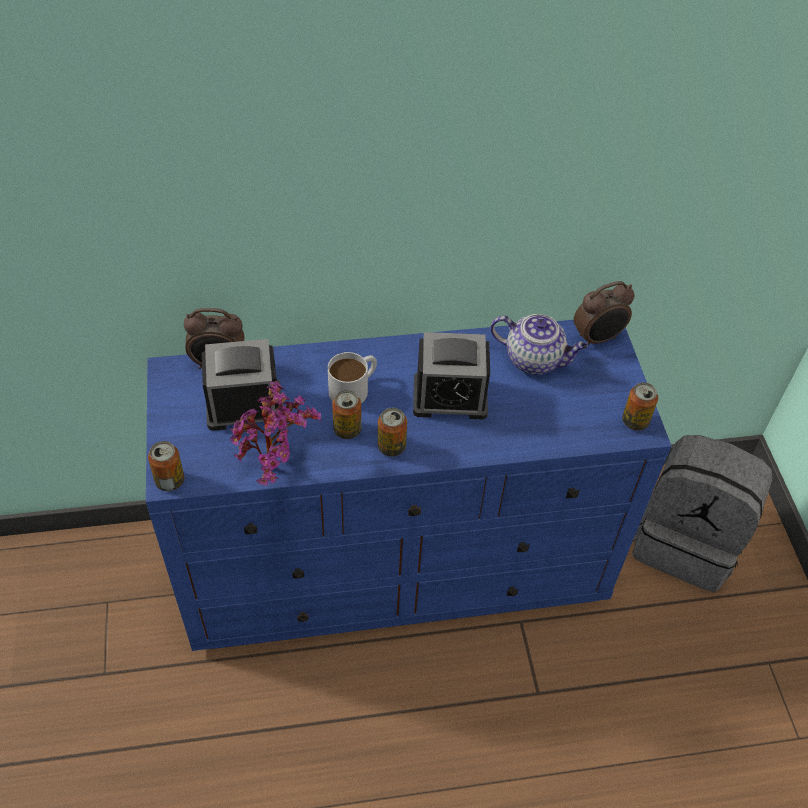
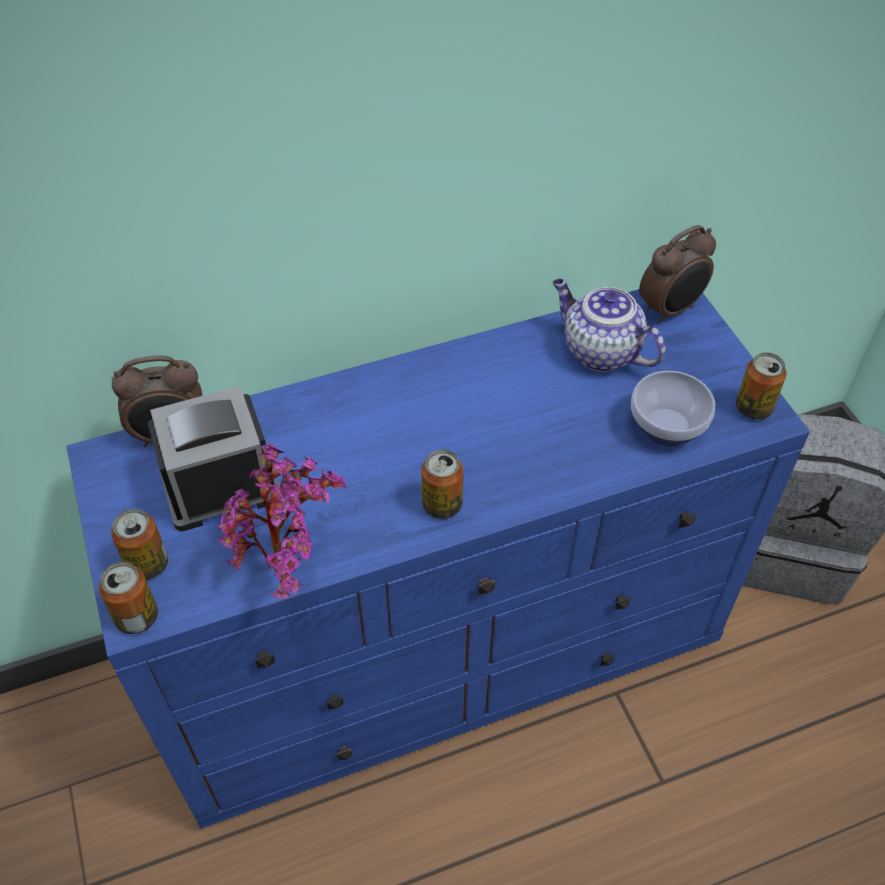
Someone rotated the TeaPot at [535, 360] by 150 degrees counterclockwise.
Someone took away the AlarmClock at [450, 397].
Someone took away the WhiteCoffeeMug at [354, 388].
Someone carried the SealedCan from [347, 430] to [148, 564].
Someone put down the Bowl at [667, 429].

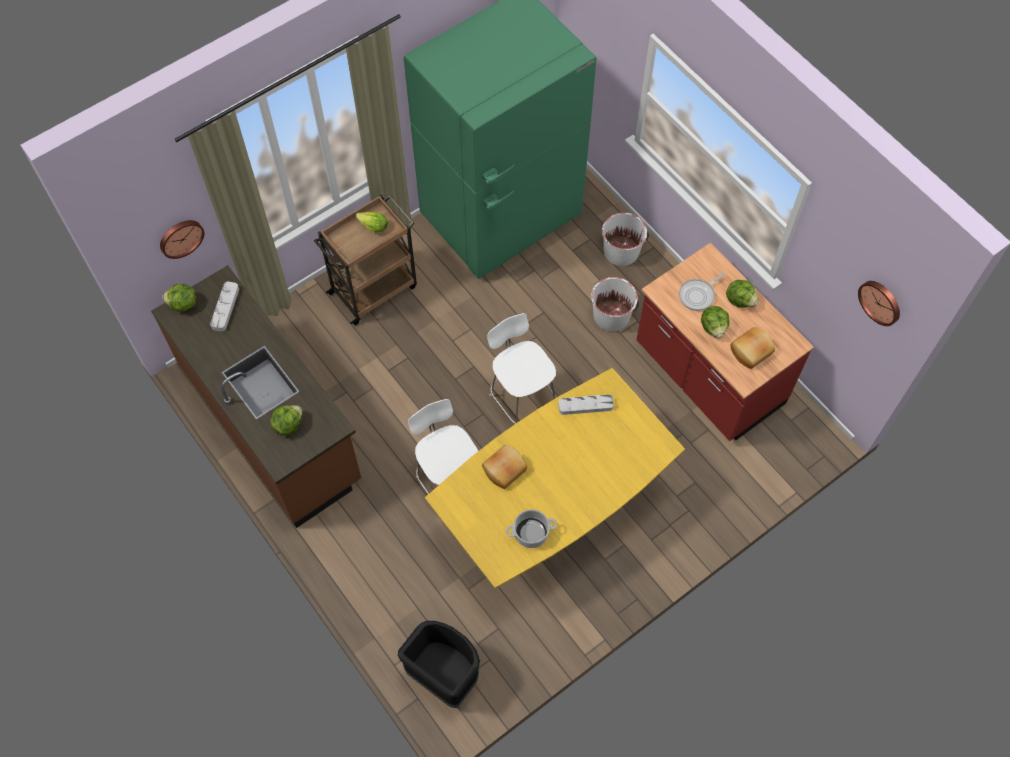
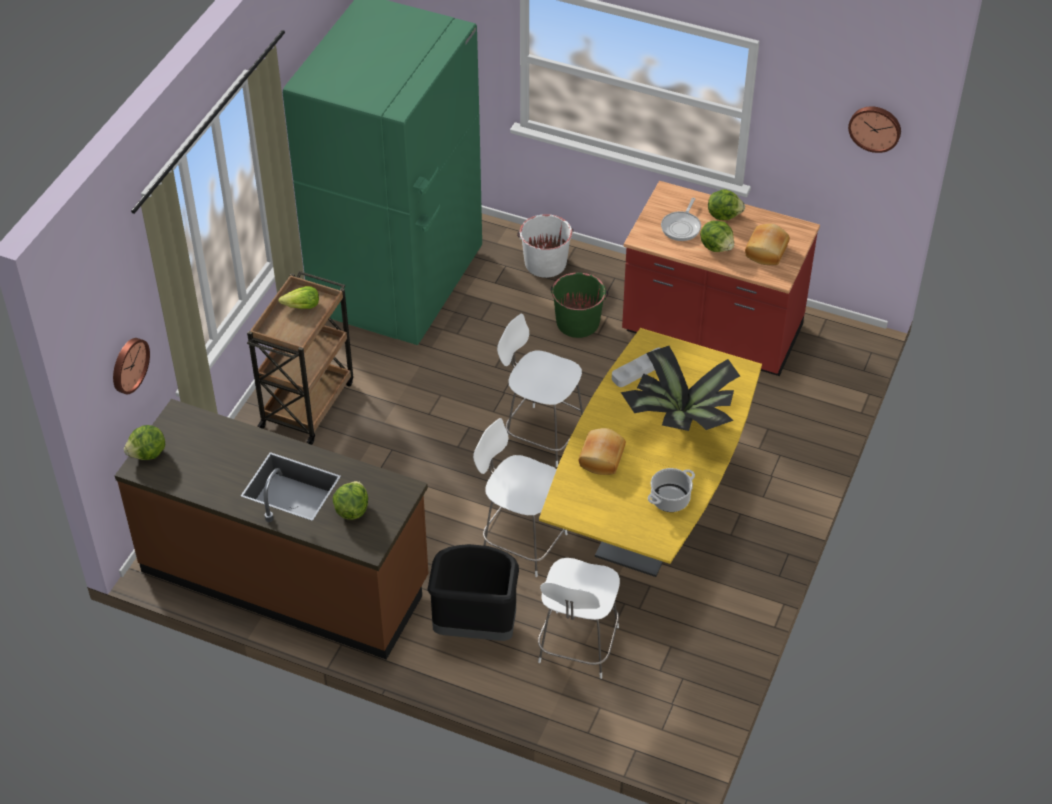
Someone repainted the WhiteWaterBucket at [611, 315], which became the GreenishWaterBucket at [577, 322].
Someone took away the GreyCarryingTray at [225, 308].
Someone carried the BlackColouredWasteBin from [443, 675] to [475, 627].
Someone put down the PottedPlant at [680, 422].
Someone put down the WhiteUprightChair at [577, 647].

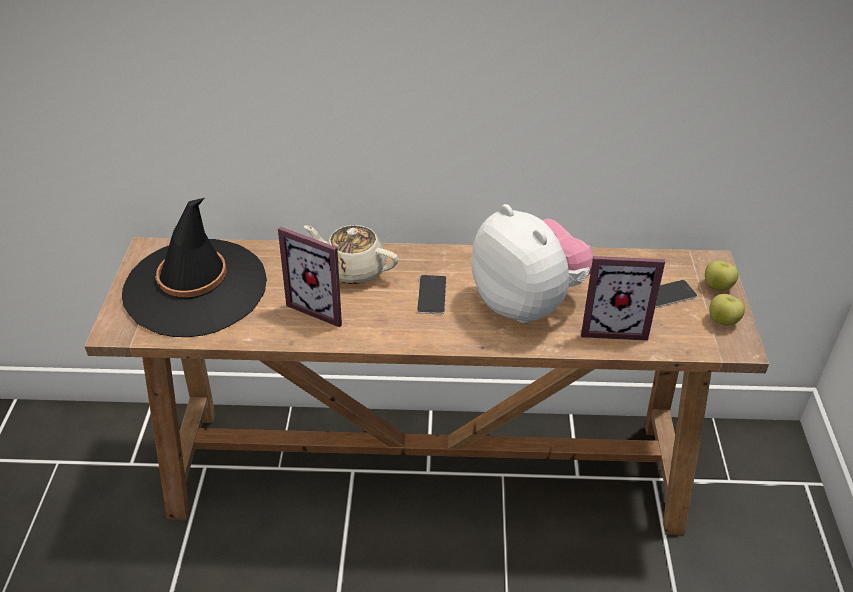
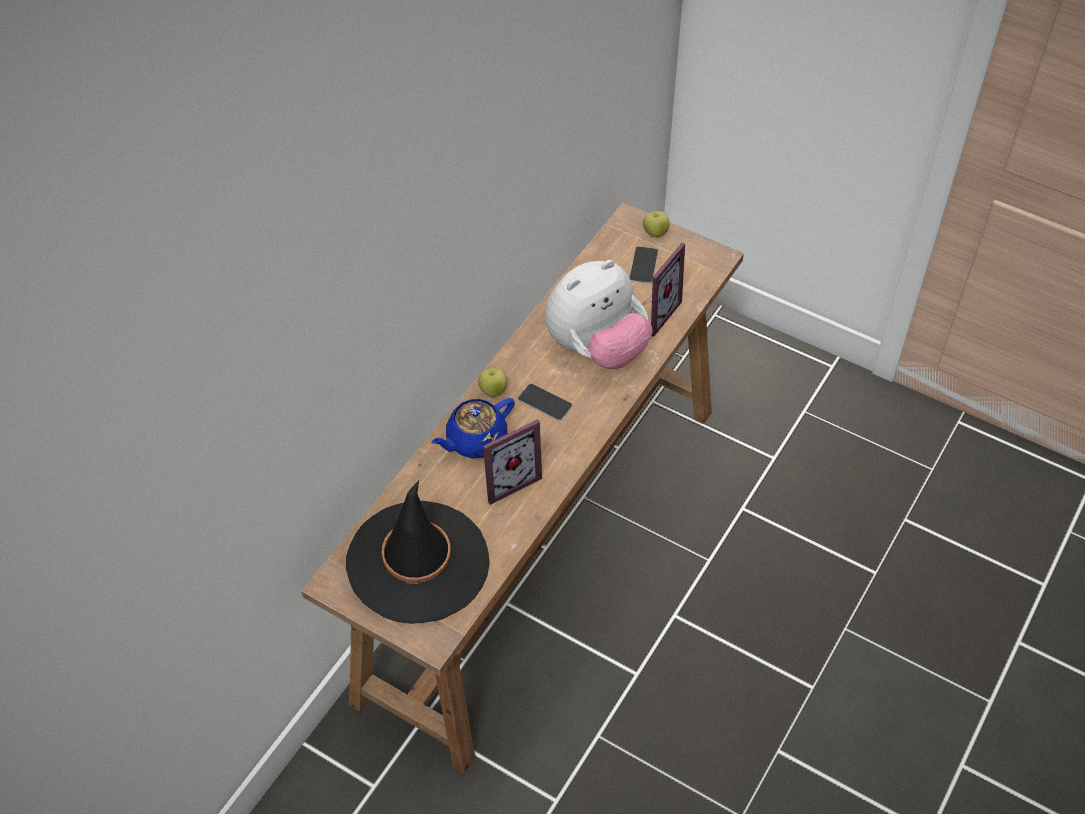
Someone rotated the SoftToy at [528, 303] by 150 degrees clockwise.
Someone repainted the BeigeColouredTeaPot at [353, 269], which became the BlueTeaPot at [475, 440].
Someone carried the WholeApple from [723, 321] to [493, 390].

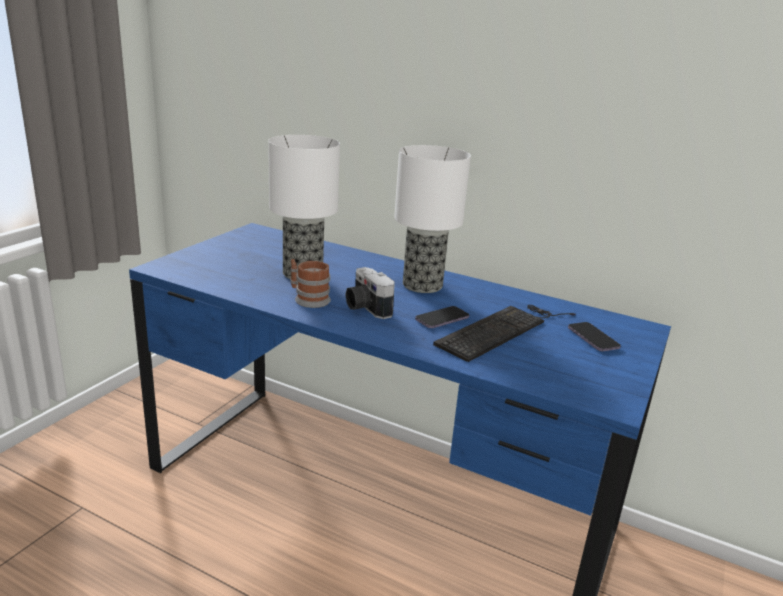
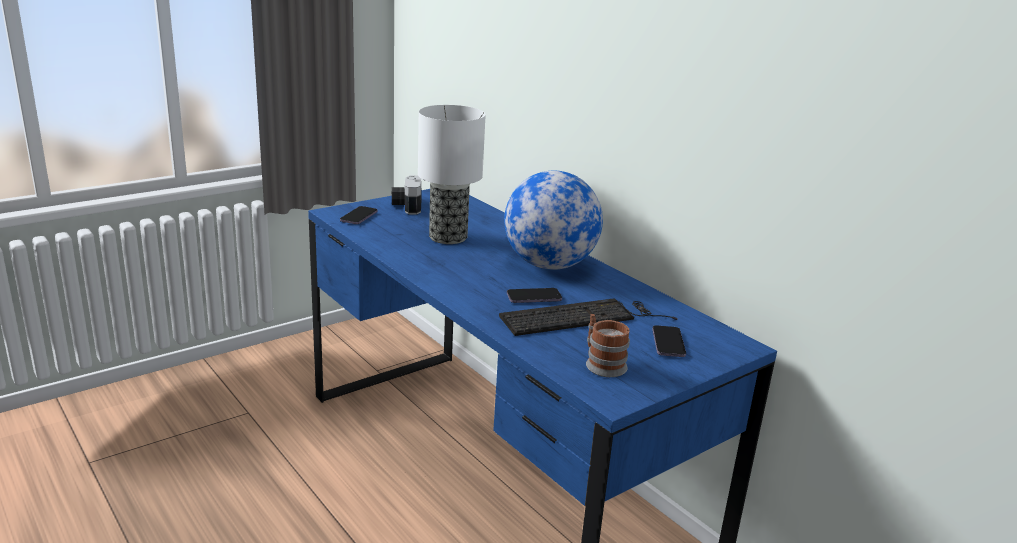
Someone swapped the TableLamp at [421, 285] for the DeskGlobe at [549, 265].
Someone carried the CoffeeMug from [308, 298] to [602, 363].
Someone carried the PhotoCamera from [365, 307] to [406, 206].
Someone put down the Handset at [359, 217].

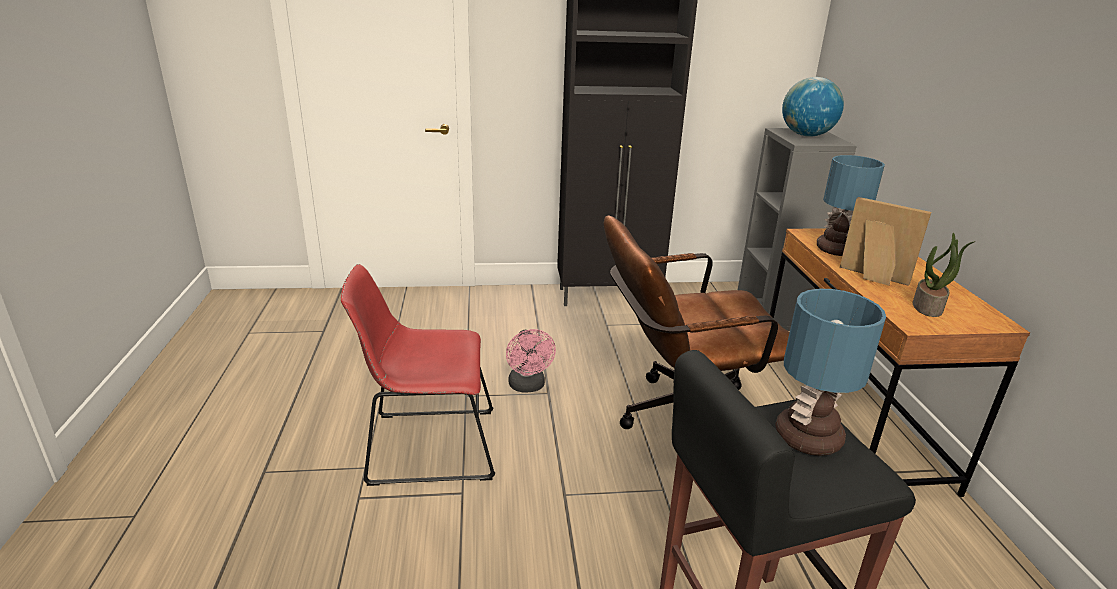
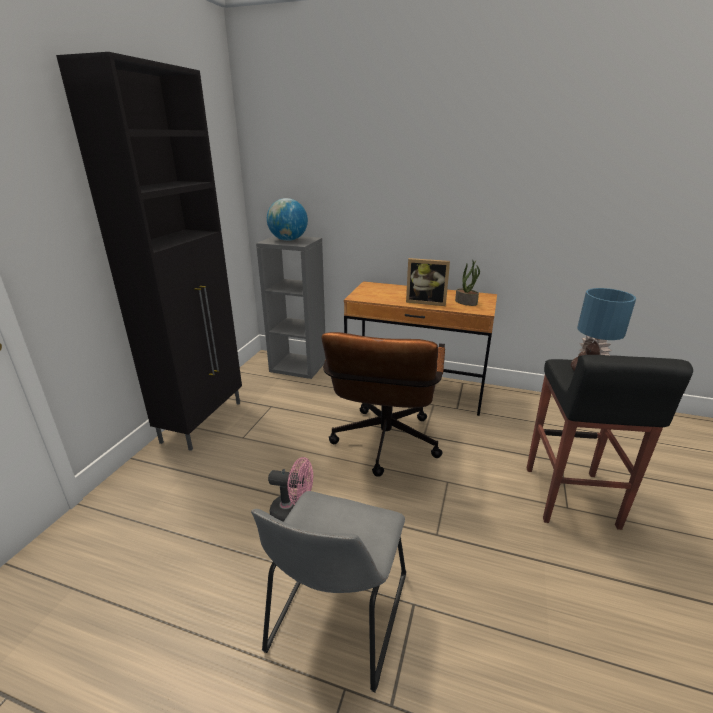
Someone took away the TableLamp at [838, 250].
Someone rotated the StandingFrame at [872, 277] by 135 degrees counterclockwise.
Someone repainted the RedColouredUprightChair at [426, 446], which became the GreyUprightChair at [336, 618].

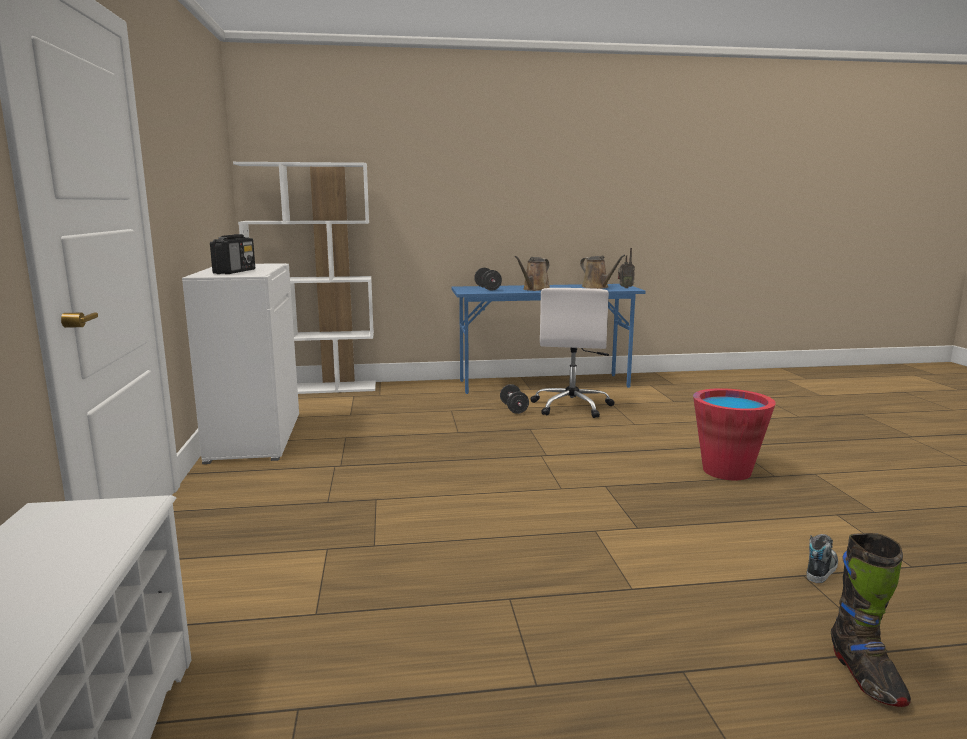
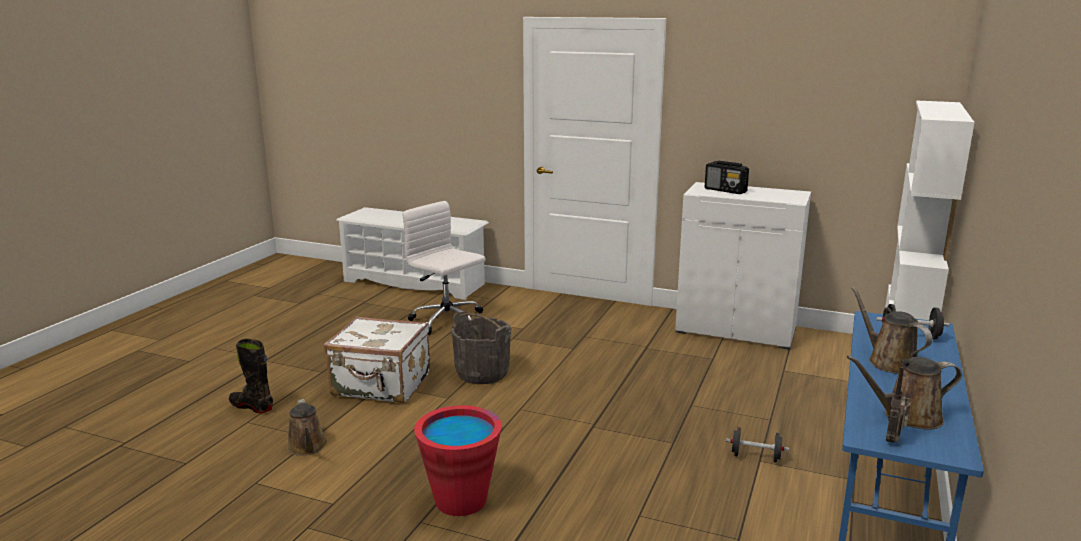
Someone carried the WhiteComputerChair from [572, 406] to [448, 321].
Someone swapped the ItemOfFootwear at [820, 569] for the BrownWateringPot at [307, 447].
Someone put down the GreyWaterBucket at [482, 373].
Someone put down the WhitePieceOfLuggage at [381, 386].

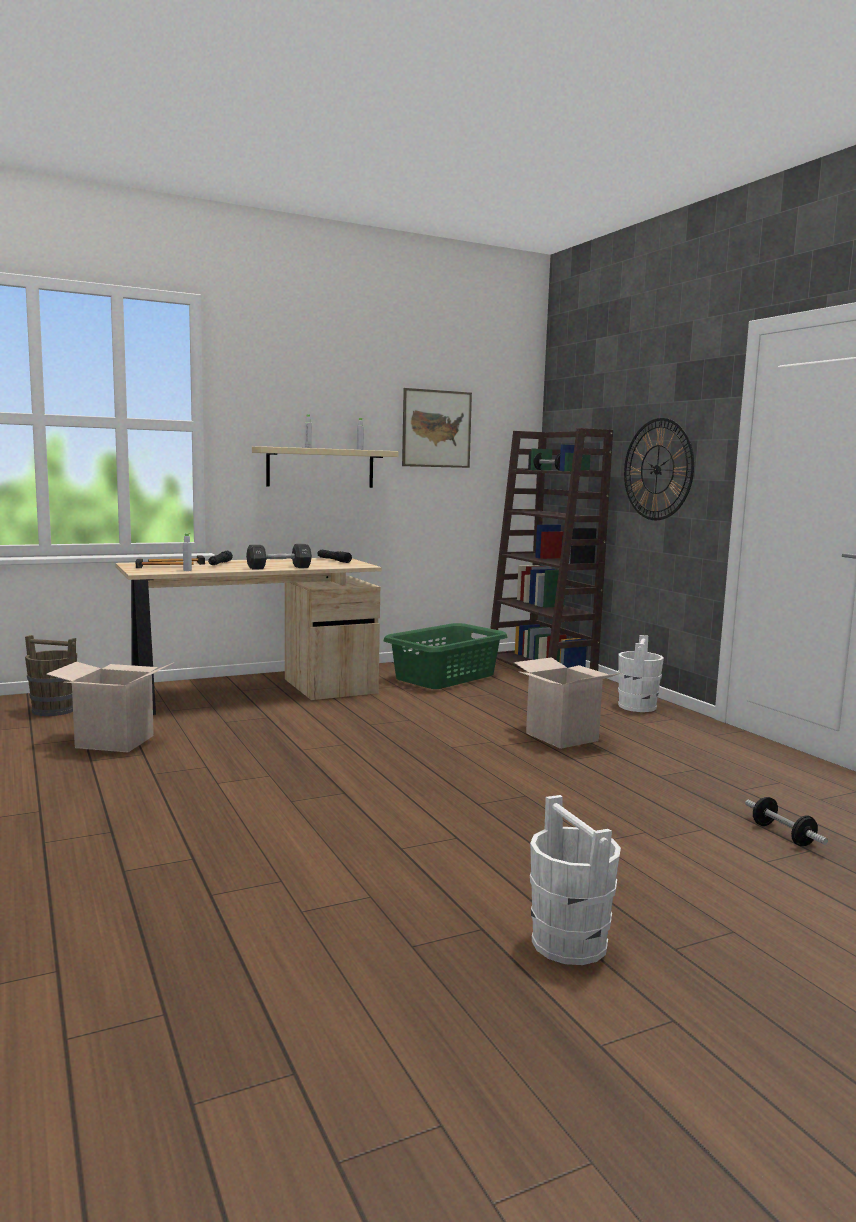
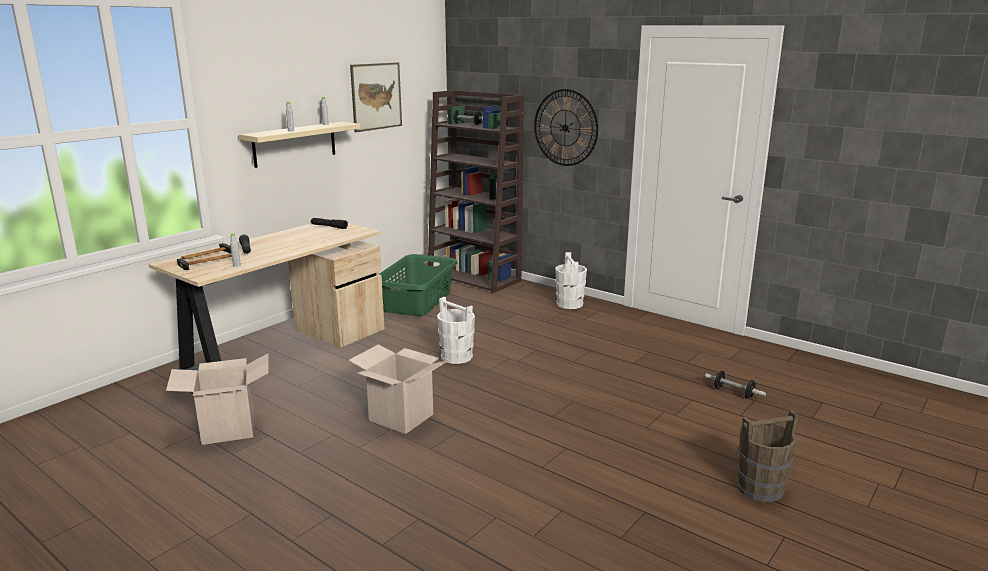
Someone took away the BlackColouredFreeWeight at [279, 567].
Someone carried the BrownWaterBucket from [54, 710] to [760, 488].
Someone carried the PackingBox from [562, 737] to [401, 417].
Someone carried the WhiteWaterBucket from [569, 944] to [456, 357].

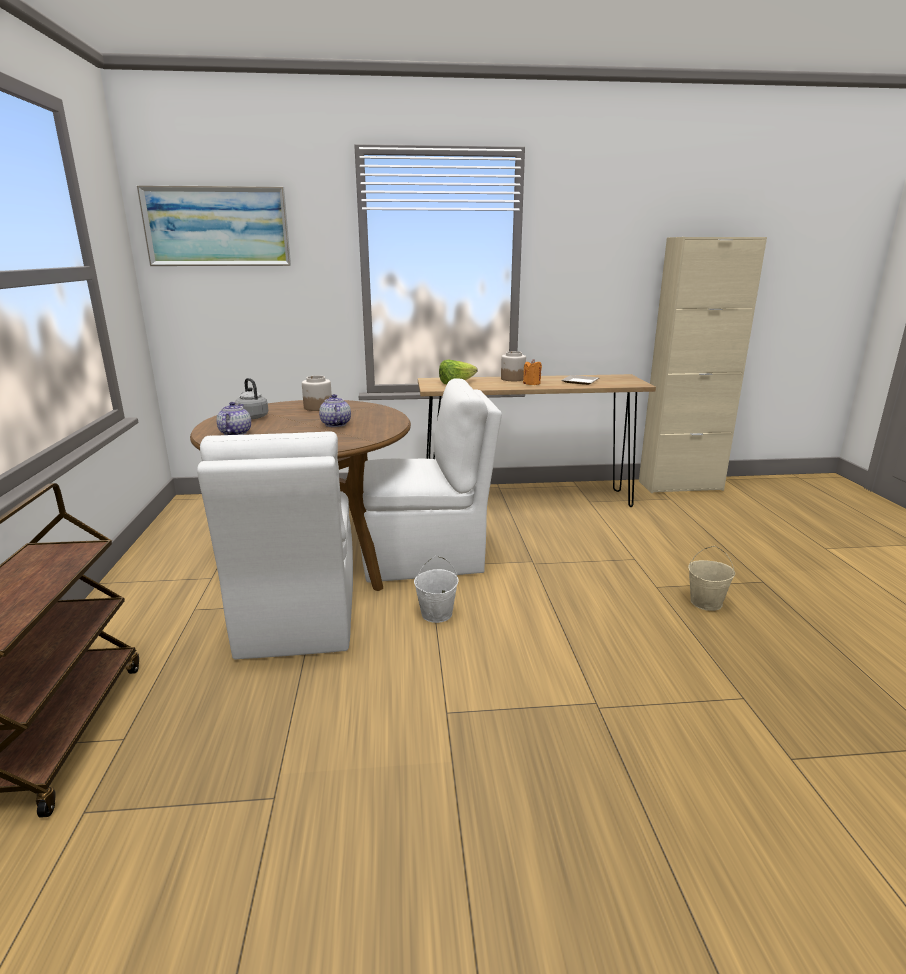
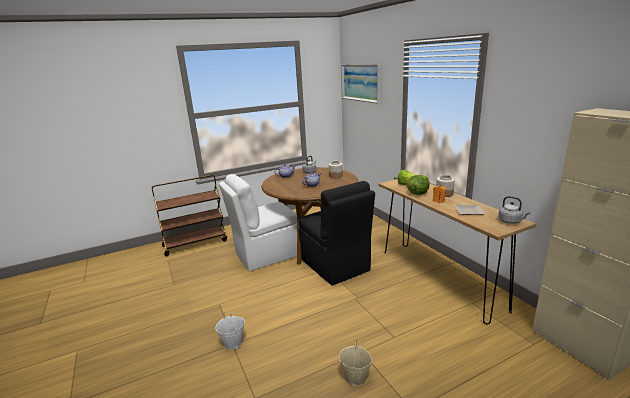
Someone repainted the WhiteUprightChair at [425, 557], which became the BlackColouredUprightChair at [335, 266].
Someone carried the WhiteWaterBucket from [436, 614] to [233, 342].
Someone put down the HeadOfLettuce at [418, 193].
Someone put down the GreyKettle at [511, 221].

